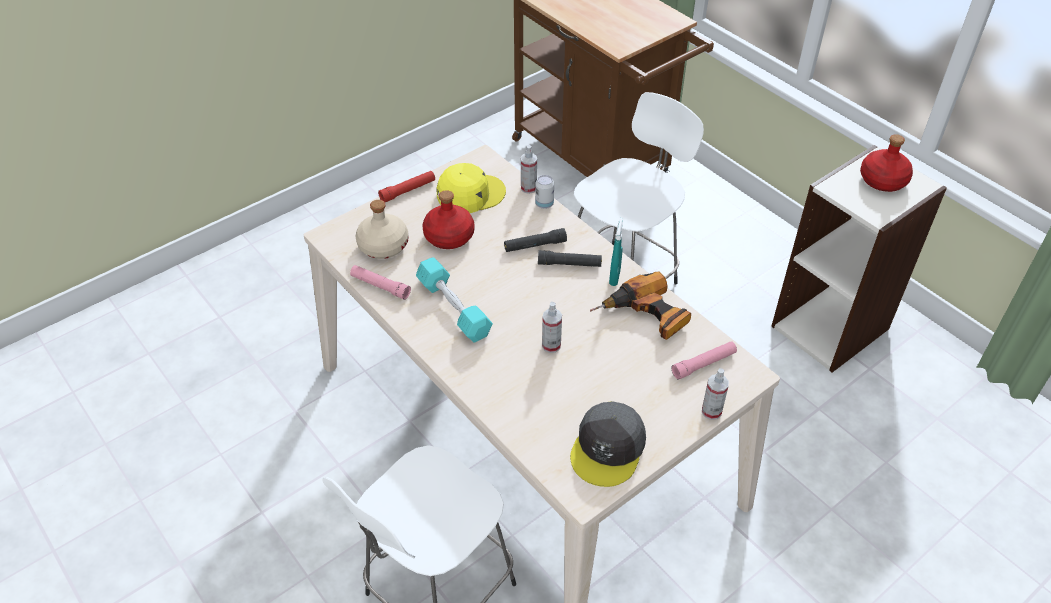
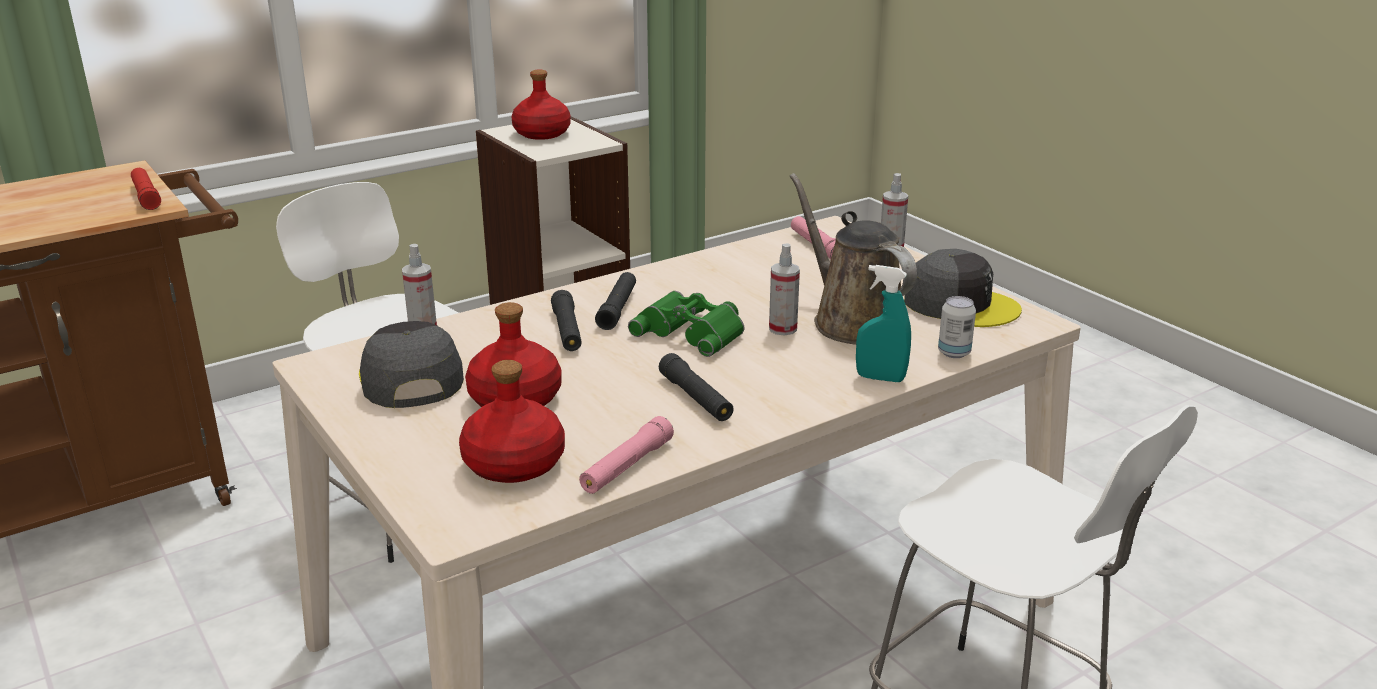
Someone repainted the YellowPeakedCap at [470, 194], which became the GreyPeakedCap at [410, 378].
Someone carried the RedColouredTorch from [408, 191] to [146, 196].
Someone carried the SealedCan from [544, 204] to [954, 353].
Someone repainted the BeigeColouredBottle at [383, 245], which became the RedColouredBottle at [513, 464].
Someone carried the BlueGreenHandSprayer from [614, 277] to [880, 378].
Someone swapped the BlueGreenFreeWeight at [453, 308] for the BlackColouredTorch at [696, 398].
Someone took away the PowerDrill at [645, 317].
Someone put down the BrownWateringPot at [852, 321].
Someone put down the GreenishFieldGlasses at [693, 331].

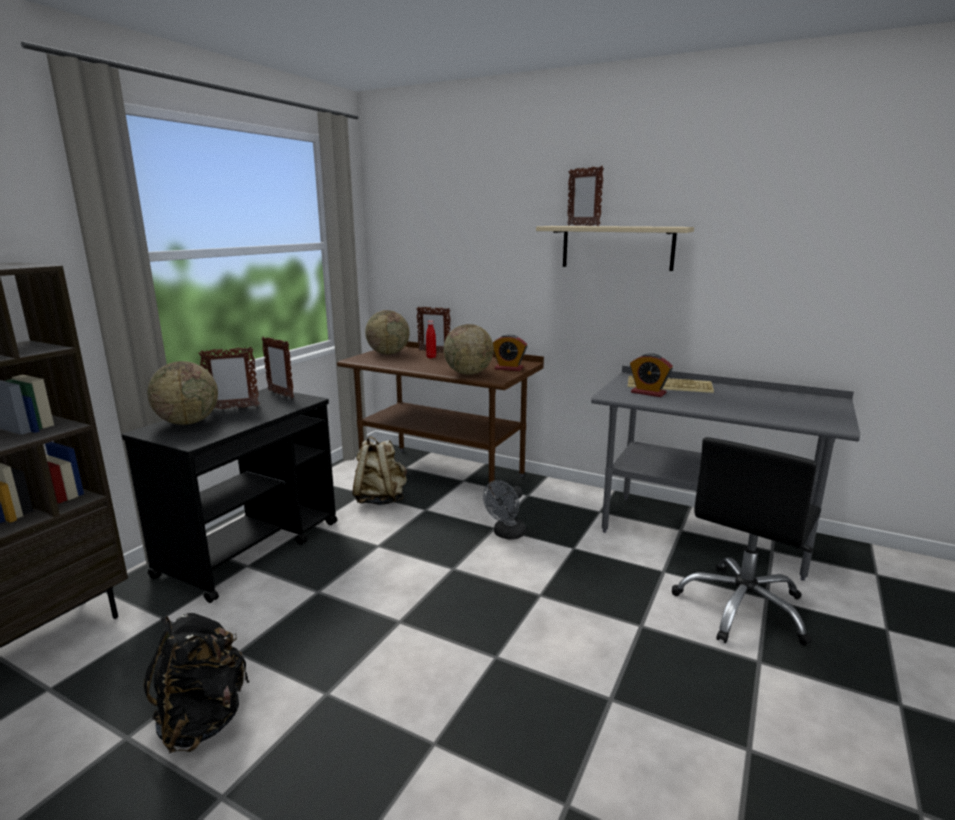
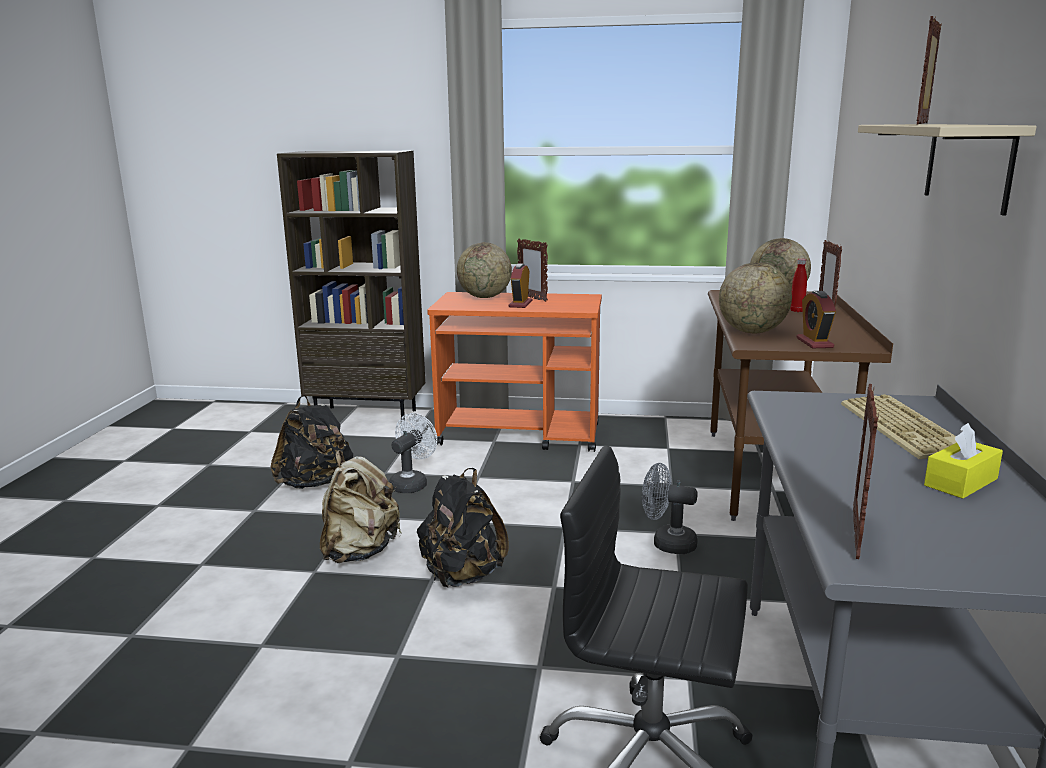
Someone carried the StandingFrame from [280, 394] to [856, 534].
Someone carried the AlarmClock from [648, 393] to [520, 304].
Someone repainted the BlackColouredCart at [252, 548], which became the OrangeColouredCart at [521, 434].
Someone carried the BeigeColouredBackpack from [380, 499] to [360, 552].
Someone put down the WhiteCoolingFan at [412, 483].
Someone put down the YellowTissueBox at [961, 482].
Someone put down the BlackColouredBackpack at [462, 576].

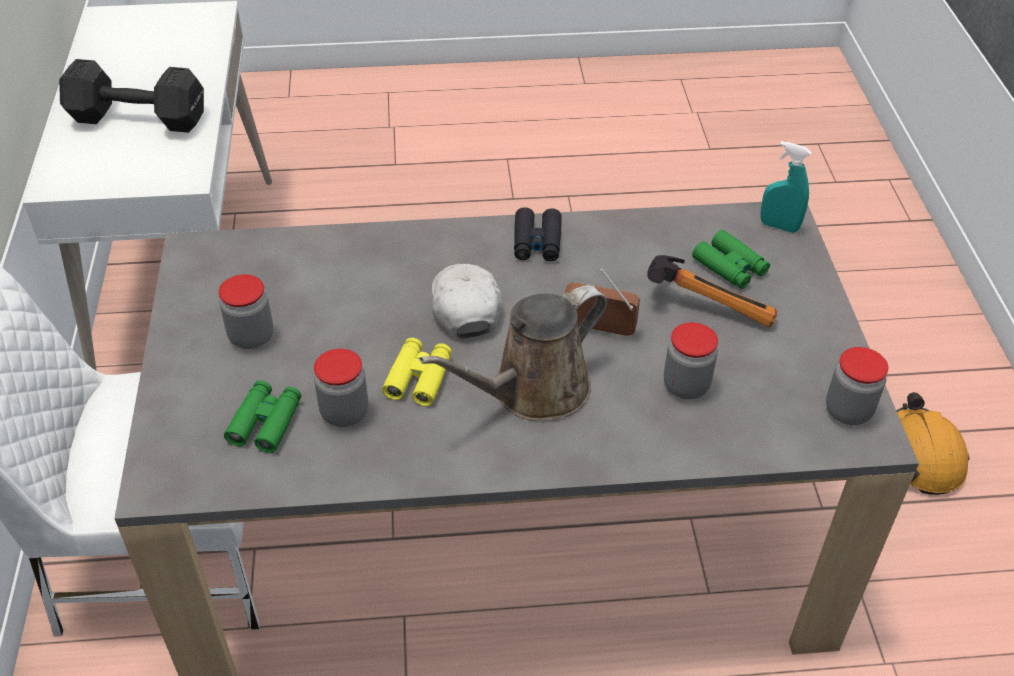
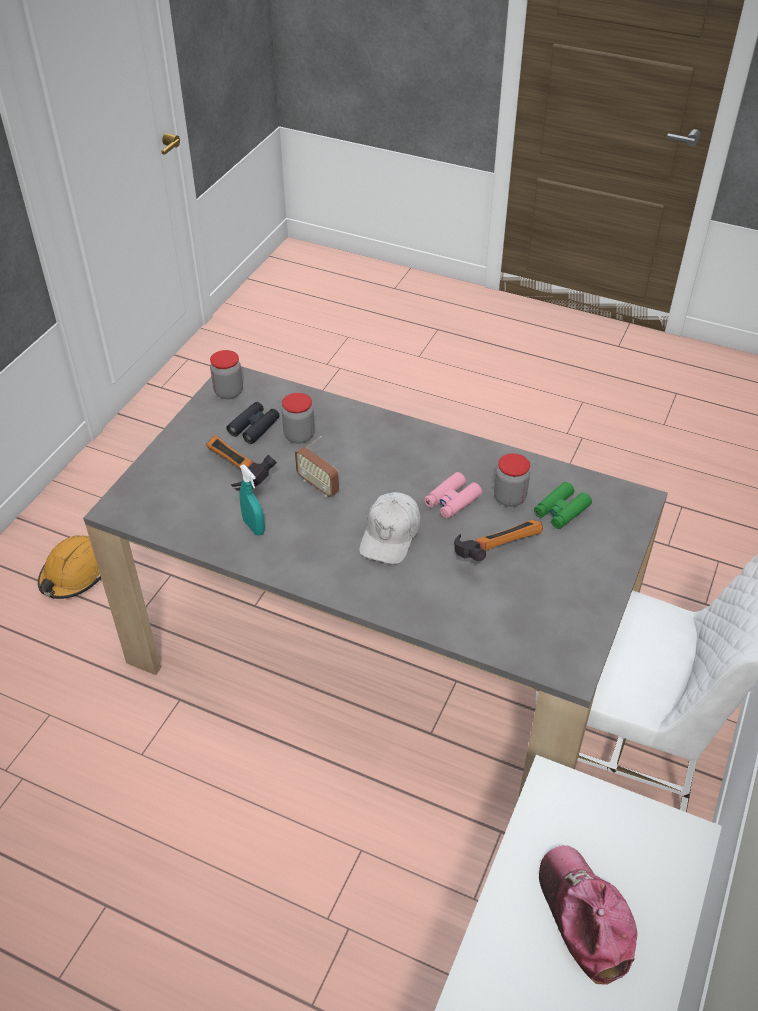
Someone swapped the BlackColouredFreeWeight at [136, 117] for the PeakedCap at [584, 917].
Someone carried the BlueGreenHandSprayer from [779, 226] to [254, 527].
Someone carried the BlackColouredFieldGlasses from [537, 242] to [254, 427].
Someone took away the GreenishFieldGlasses at [730, 267].
Someone took away the StorageJar at [251, 337].
Someone took away the BrownWateringPot at [533, 391].
Someone repainted the YellowFieldGlasses at [419, 377], which became the PinkFieldGlasses at [452, 501].
Someone put down the Hammer at [494, 547].

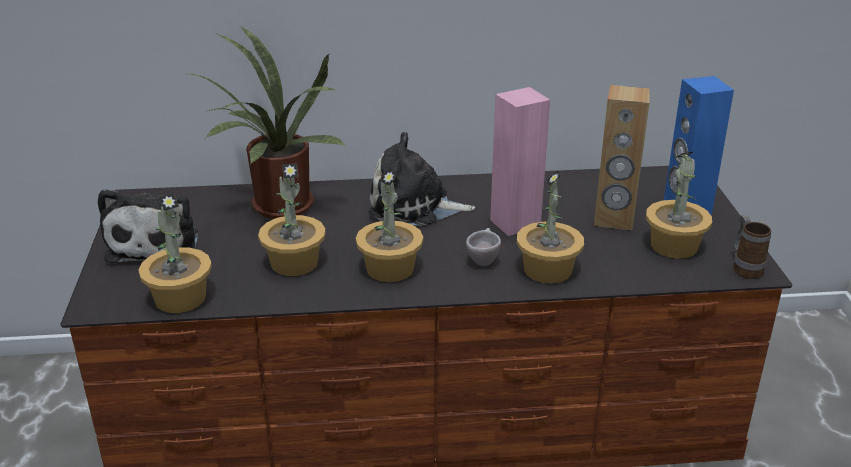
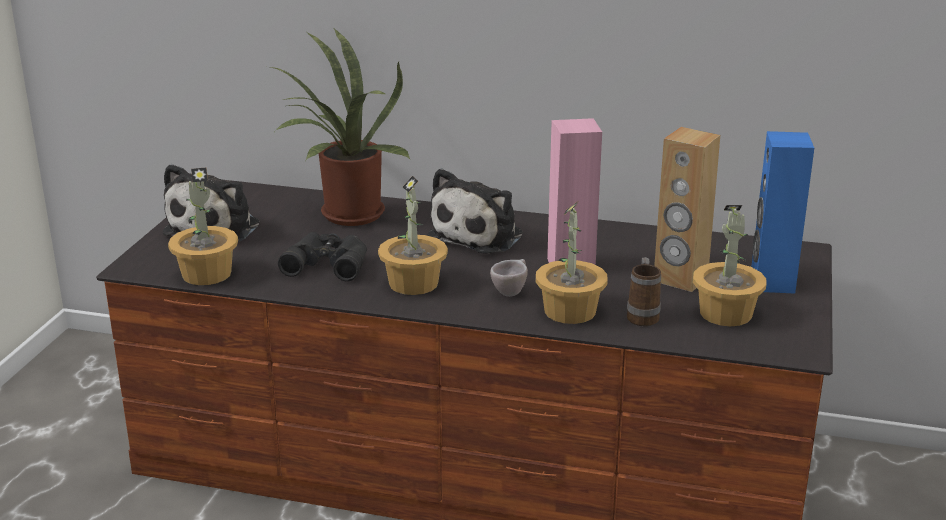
Someone rotated the SoftToy at [414, 206] by 90 degrees counterclockwise.
Someone swapped the PottedPlant at [294, 262] for the BlackColouredFieldGlasses at [328, 263].
Someone carried the CoffeeMug from [744, 267] to [643, 315].

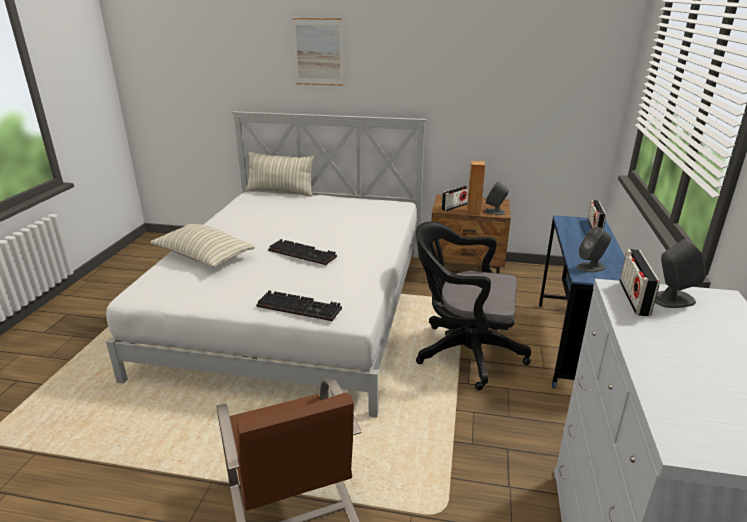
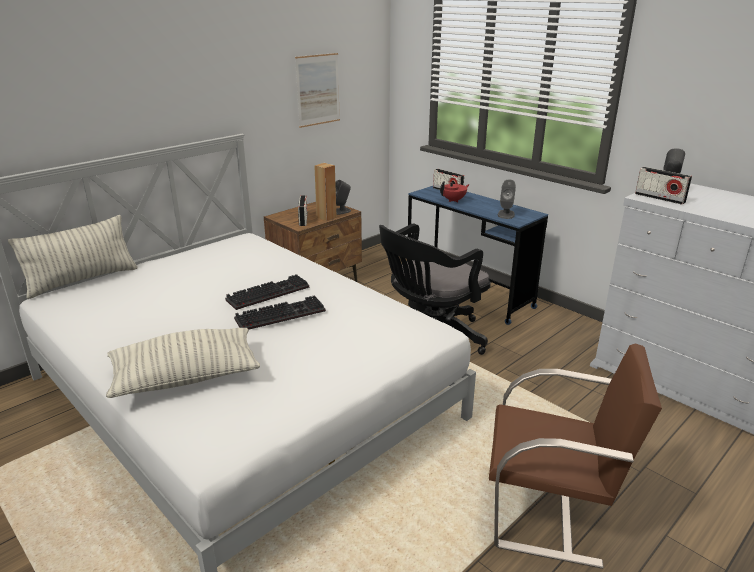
Someone carried the WallArt from [318, 52] to [318, 90].
Someone carried the PcKeyboard from [301, 307] to [268, 293].
Someone put down the RedColouredTeaPot at [454, 200].

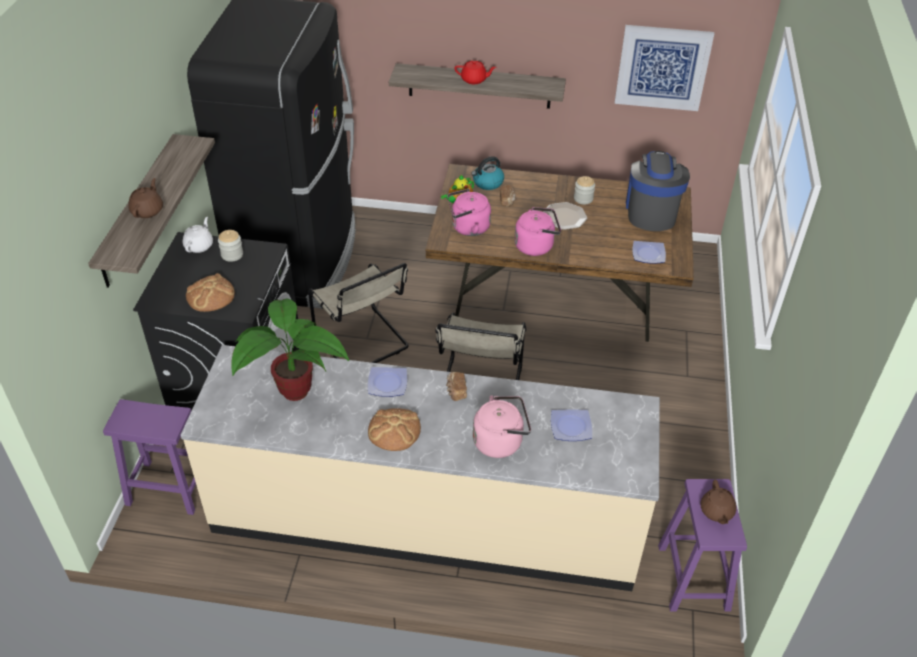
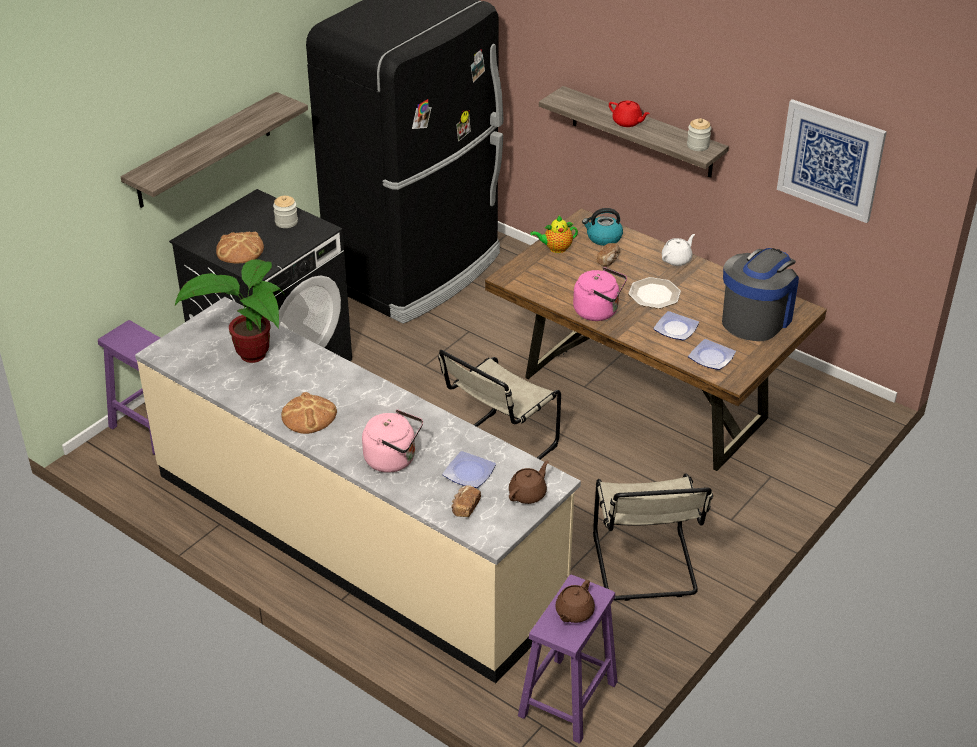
Someone carried the StorageJar from [583, 199] to [698, 146].
Someone carried the BrownTeaPot from [148, 210] to [528, 494].
Someone took away the PinkKettle at [468, 228].
Someone carried the WhiteTeaPot from [199, 245] to [677, 259].
Someone carried the BeigeColouredUprightChair from [363, 342] to [645, 567].
Someone carried the DinnerPlate from [388, 383] to [676, 328].
Someone carried the BakedBread from [455, 391] to [465, 507].

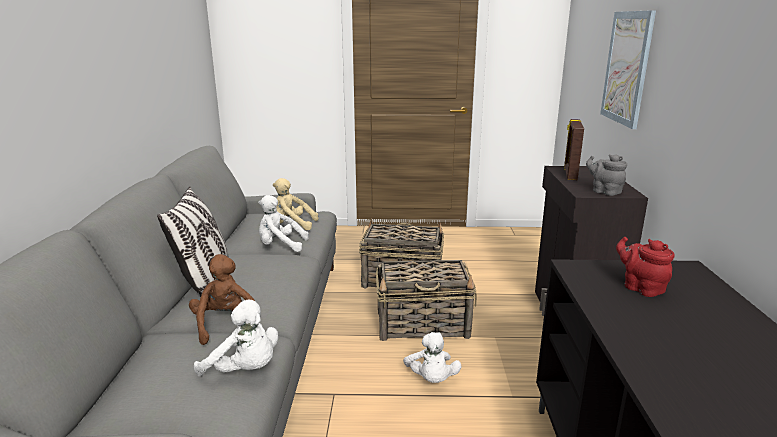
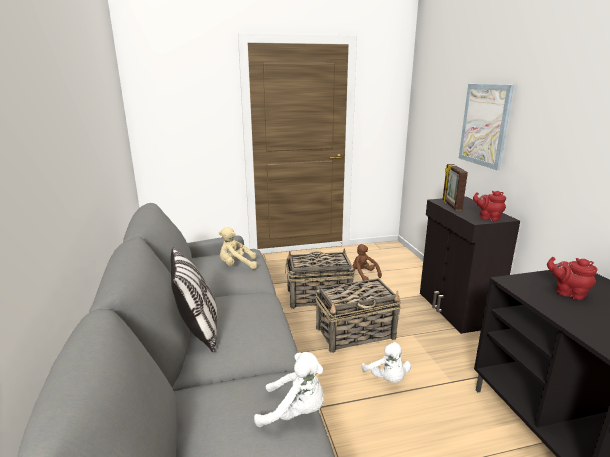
Someone repainted the GreyTeaPot at [604, 191], which became the RedColouredTeaPot at [488, 218].
Someone took away the WhiteSoftToy at [280, 246].
Someone carried the BrownSoftToy from [225, 325] to [363, 275].

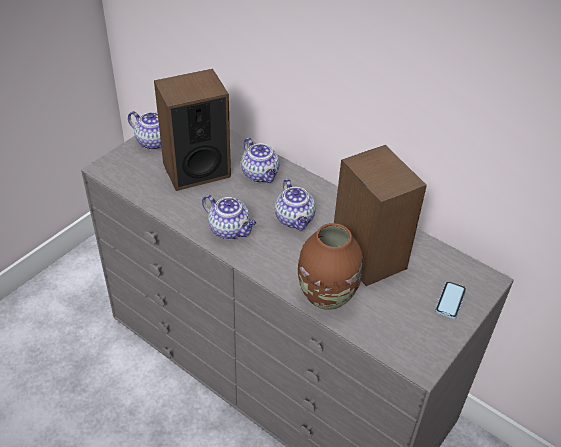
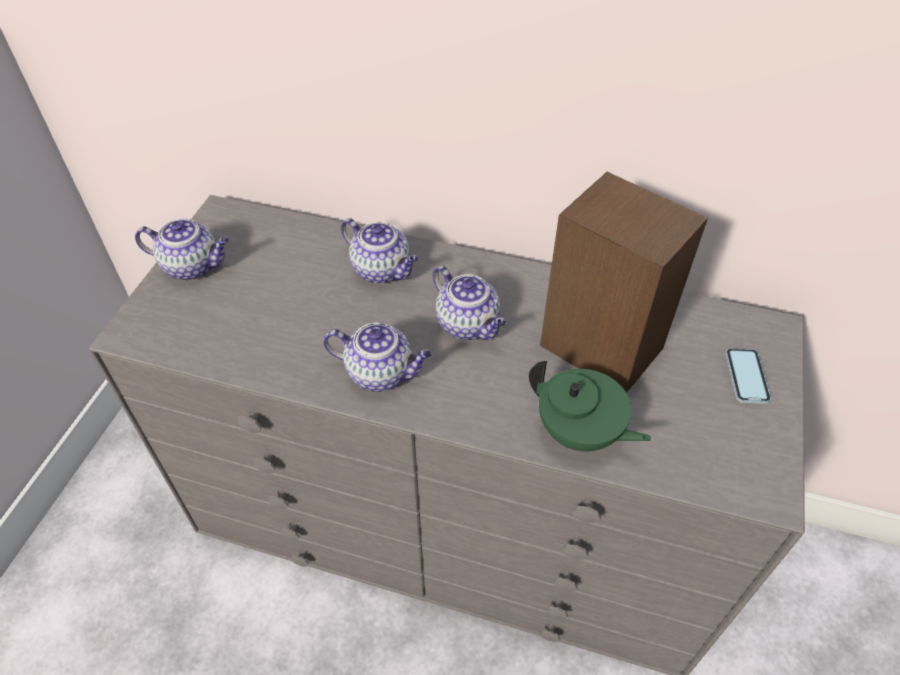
Someone took away the AudioSpeaker at [196, 170].
Someone swapped the BrownFlowerVase at [326, 296] for the GreenishTeaPot at [579, 433].

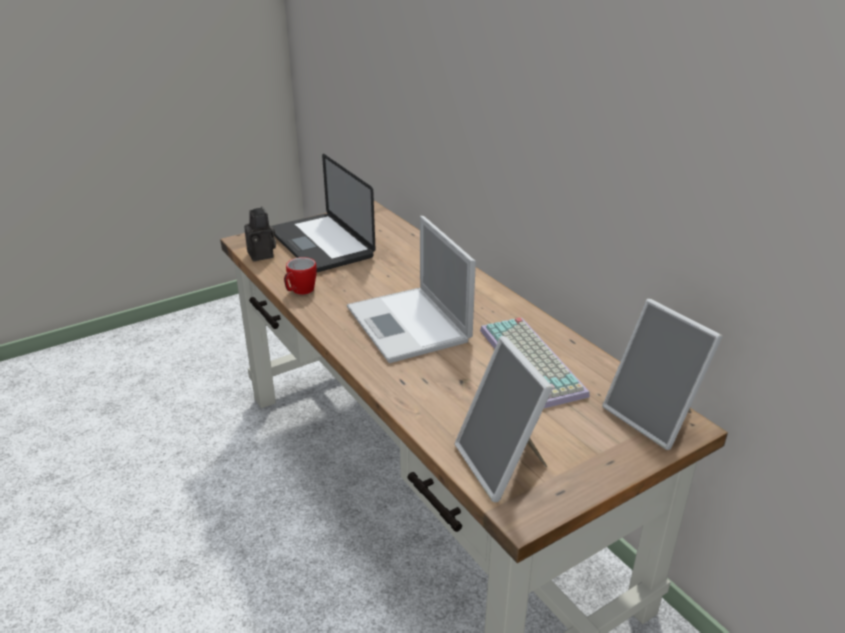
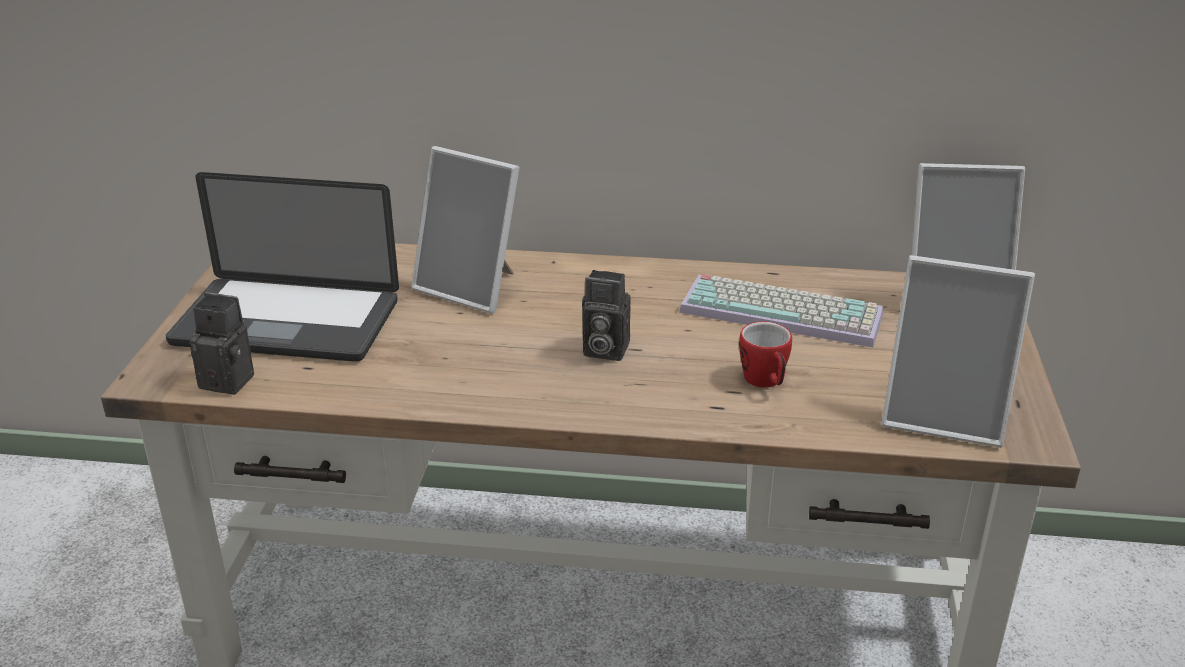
Someone swapped the PortableComputer at [409, 325] for the PhotoCamera at [603, 350].
Someone carried the CoffeeMug from [300, 291] to [765, 382].
Someone put down the StandingFrame at [472, 288].

